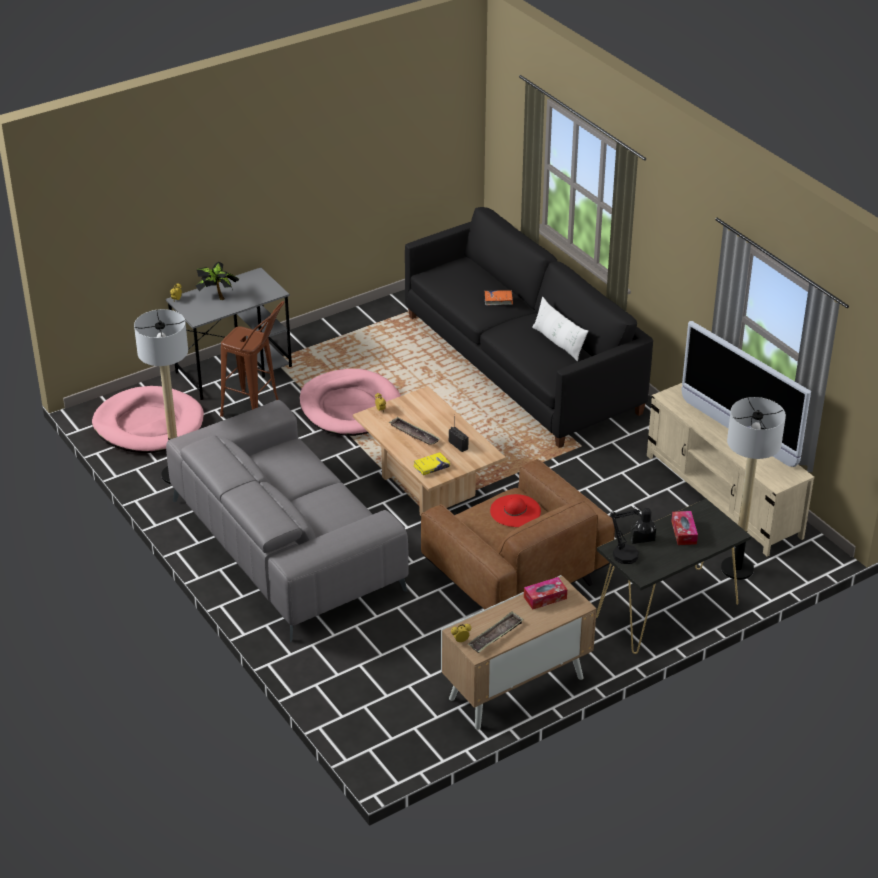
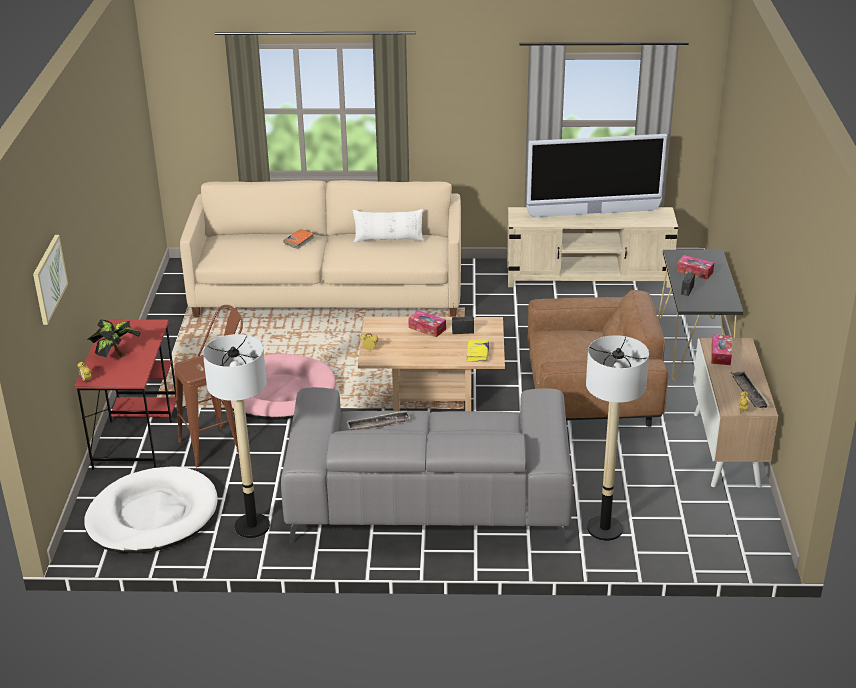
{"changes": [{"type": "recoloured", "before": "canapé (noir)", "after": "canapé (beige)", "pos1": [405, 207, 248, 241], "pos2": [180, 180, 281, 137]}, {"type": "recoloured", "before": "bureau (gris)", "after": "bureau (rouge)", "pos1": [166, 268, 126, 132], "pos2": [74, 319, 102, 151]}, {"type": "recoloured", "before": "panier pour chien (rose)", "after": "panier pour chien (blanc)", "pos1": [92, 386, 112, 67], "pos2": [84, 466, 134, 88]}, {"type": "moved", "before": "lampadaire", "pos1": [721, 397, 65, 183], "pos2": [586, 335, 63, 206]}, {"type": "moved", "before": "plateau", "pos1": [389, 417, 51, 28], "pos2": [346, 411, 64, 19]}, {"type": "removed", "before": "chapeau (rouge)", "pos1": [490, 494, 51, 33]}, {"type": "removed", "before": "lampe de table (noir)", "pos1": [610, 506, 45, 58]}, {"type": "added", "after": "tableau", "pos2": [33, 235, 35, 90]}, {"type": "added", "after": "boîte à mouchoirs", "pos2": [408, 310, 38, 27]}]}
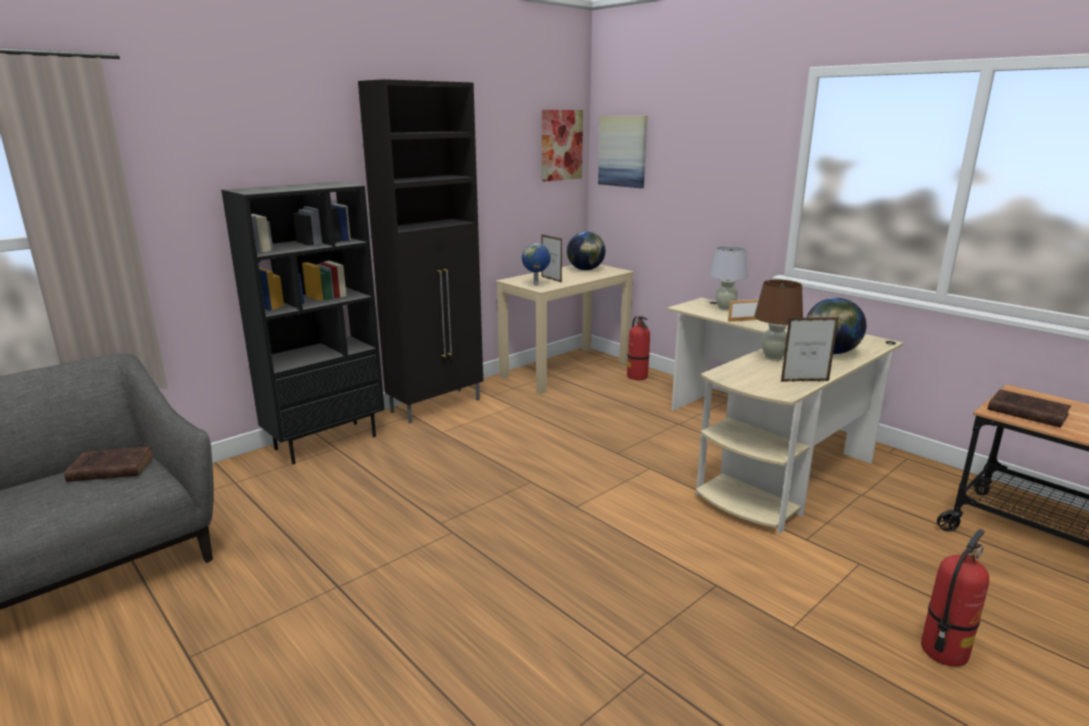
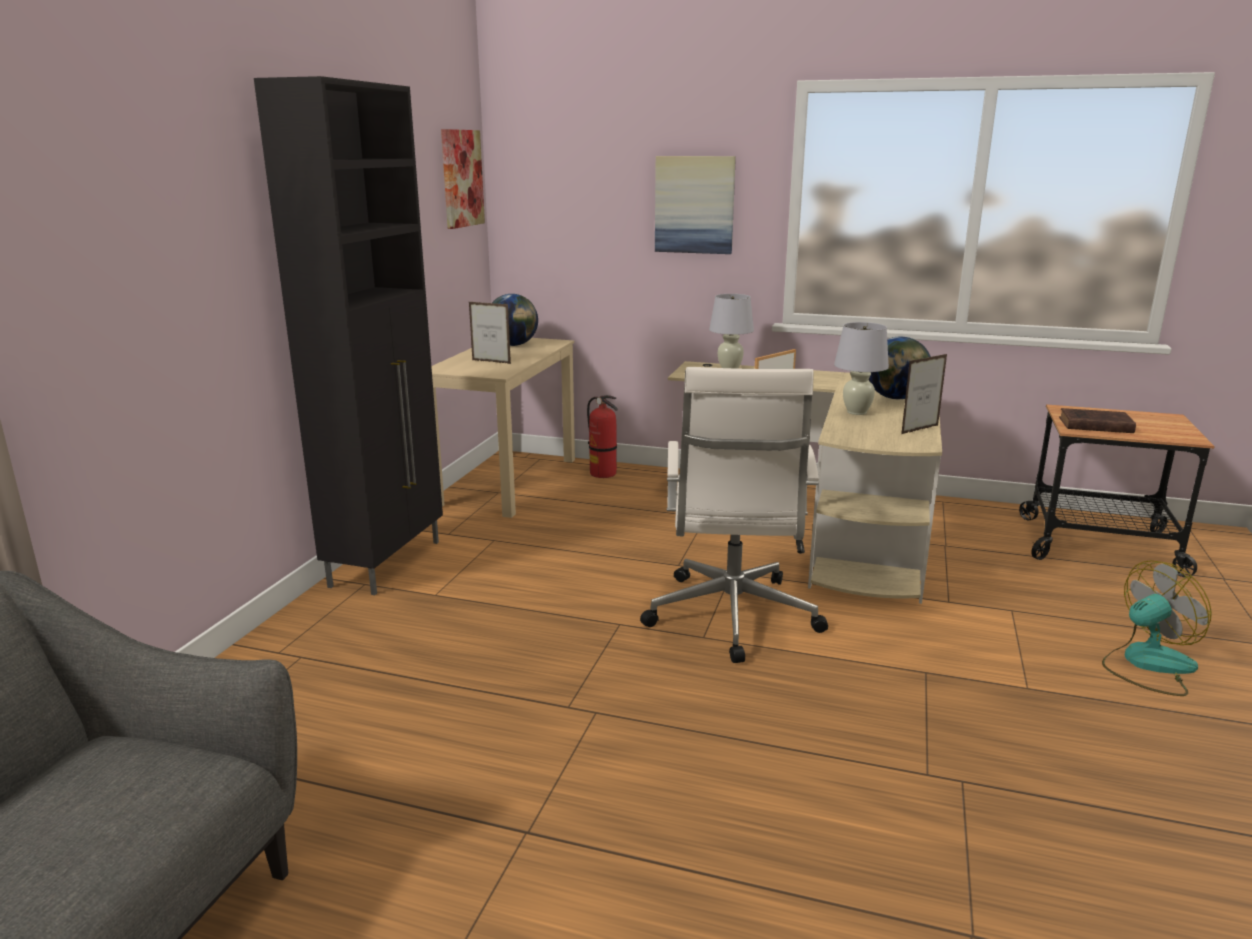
{"changes": [{"type": "moved", "before": "tableau", "pos1": [598, 115, 49, 73], "pos2": [655, 156, 81, 98]}, {"type": "removed", "before": "bibliothèque (noir)", "pos1": [221, 182, 164, 282]}, {"type": "removed", "before": "globe", "pos1": [522, 243, 29, 43]}, {"type": "recoloured", "before": "lampe de table (marron)", "after": "lampe de table (blanc)", "pos1": [754, 280, 49, 81], "pos2": [834, 322, 55, 93]}, {"type": "removed", "before": "livre (marron)", "pos1": [64, 446, 90, 36]}, {"type": "replaced", "before": "extincteur", "after": "ventilateur", "pos1": [921, 529, 68, 138], "pos2": [1102, 560, 110, 136]}, {"type": "added", "after": "chaise de bureau (blanc)", "pos2": [640, 367, 188, 296]}]}
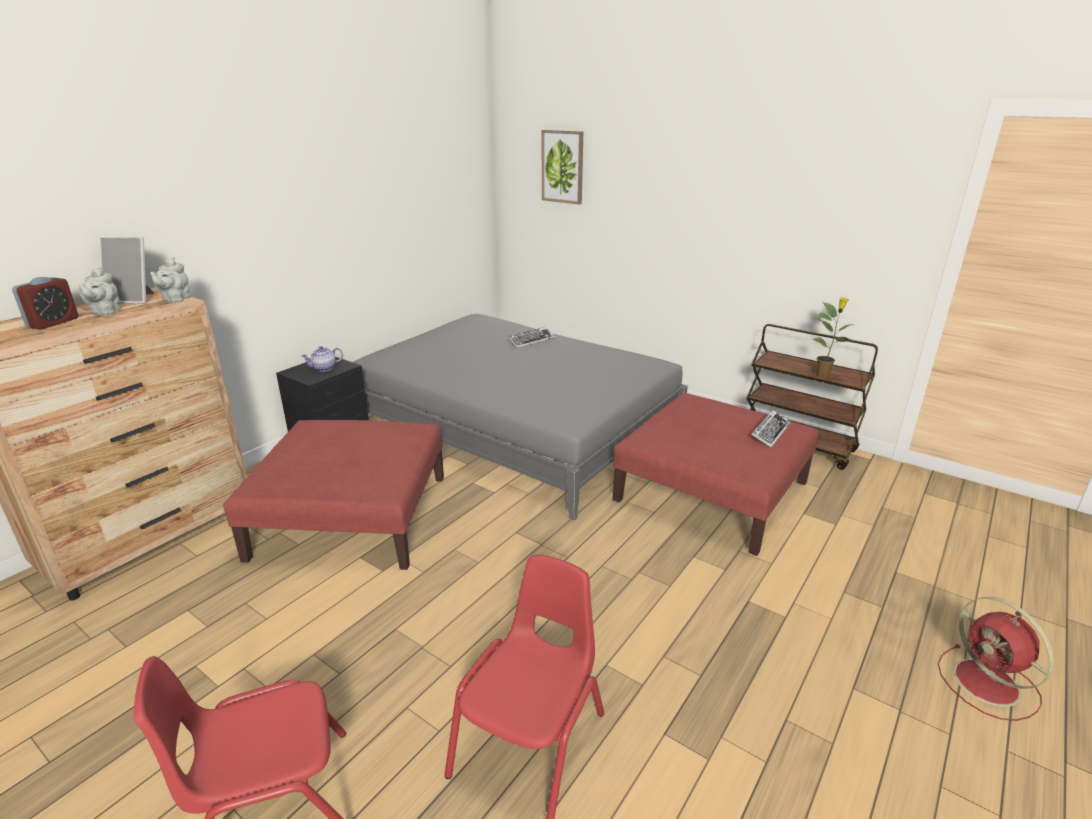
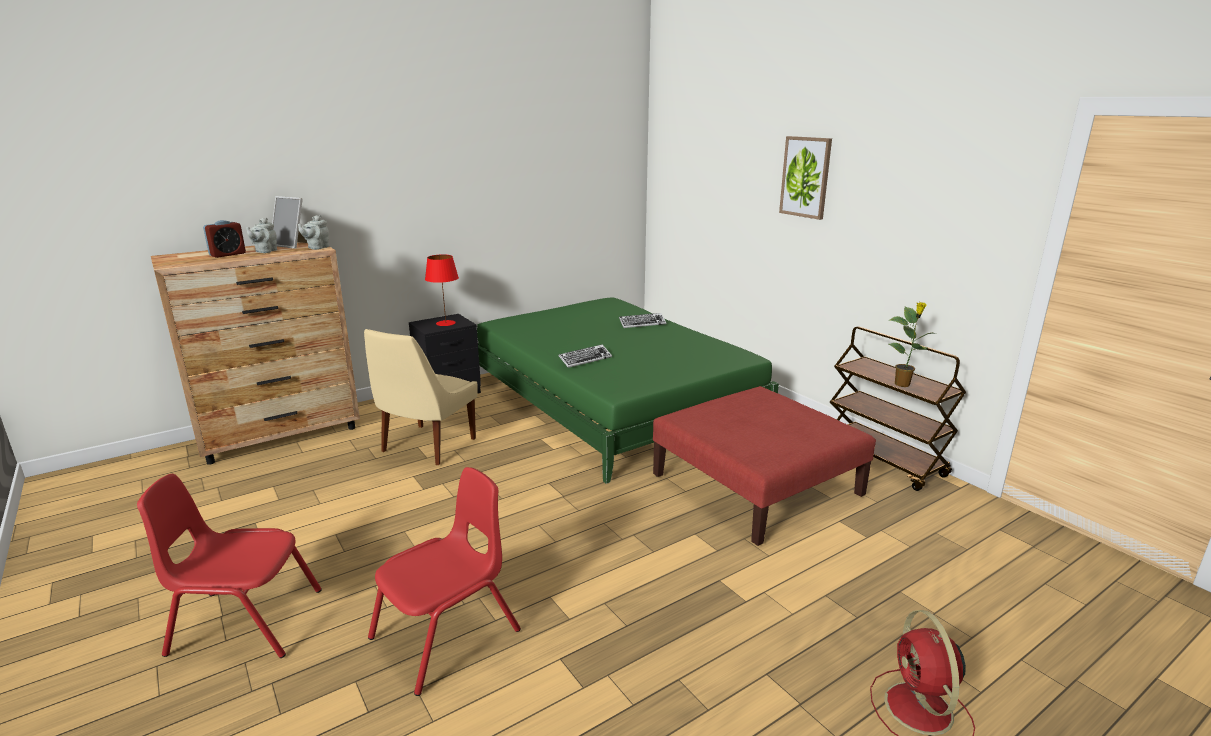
{"changes": [{"type": "moved", "before": "tableau", "pos1": [542, 130, 41, 75], "pos2": [779, 136, 53, 84]}, {"type": "recoloured", "before": "lit (gris)", "after": "lit (vert)", "pos1": [353, 314, 335, 207], "pos2": [477, 298, 302, 186]}, {"type": "replaced", "before": "théière", "after": "lampe de table (rouge)", "pos1": [301, 346, 42, 25], "pos2": [425, 254, 34, 72]}, {"type": "moved", "before": "clavier", "pos1": [751, 410, 39, 37], "pos2": [558, 344, 54, 24]}, {"type": "replaced", "before": "pouf (rouge)", "after": "chaise (beige)", "pos1": [223, 420, 221, 150], "pos2": [364, 329, 114, 136]}]}
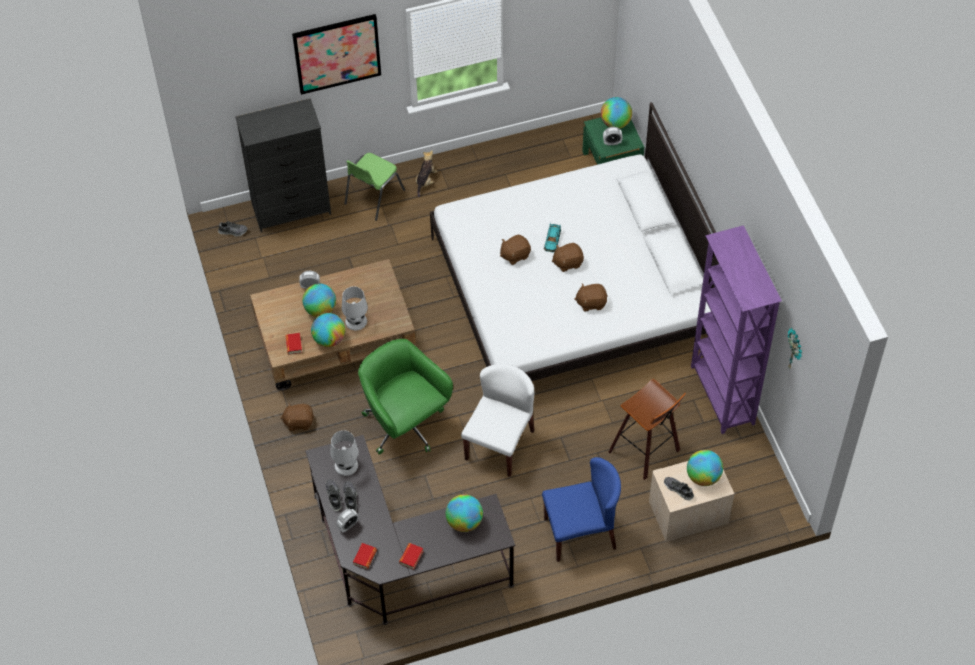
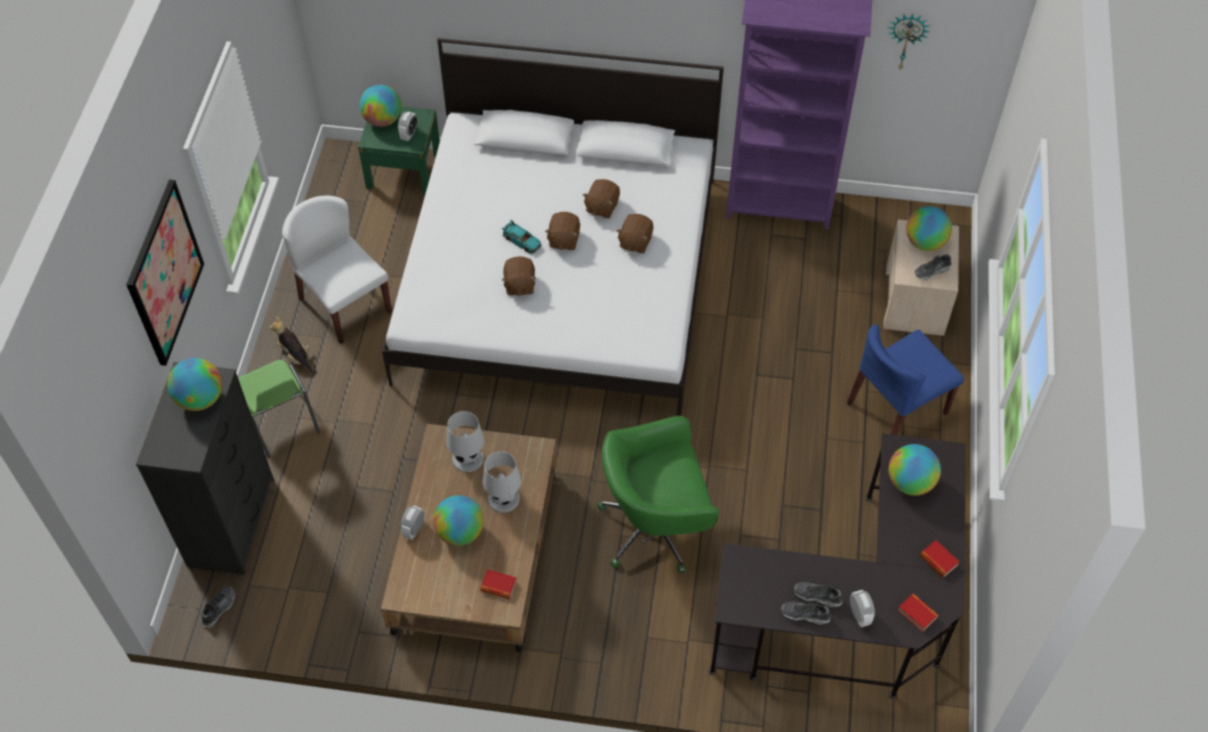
{"changes": [{"type": "moved", "before": "globe", "pos1": [311, 313, 34, 34], "pos2": [167, 358, 55, 53]}, {"type": "moved", "before": "chaise (blanc)", "pos1": [461, 364, 73, 113], "pos2": [282, 196, 110, 148]}, {"type": "removed", "before": "tabouret", "pos1": [608, 379, 78, 101]}, {"type": "moved", "before": "peluche (marron)", "pos1": [280, 403, 34, 28], "pos2": [583, 179, 37, 39]}, {"type": "moved", "before": "lampe de table (blanc)", "pos1": [330, 430, 29, 46], "pos2": [447, 411, 37, 61]}, {"type": "turned", "before": "chaise (bleu)", "pos1": [542, 457, 79, 105], "pos2": [847, 324, 117, 111], "turn": -135}]}
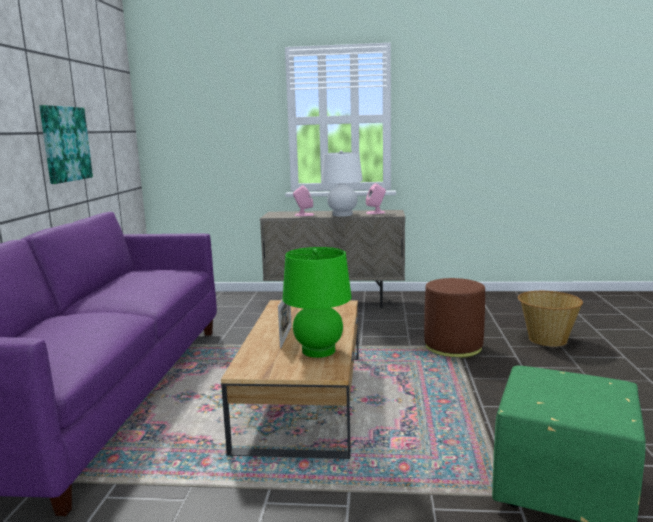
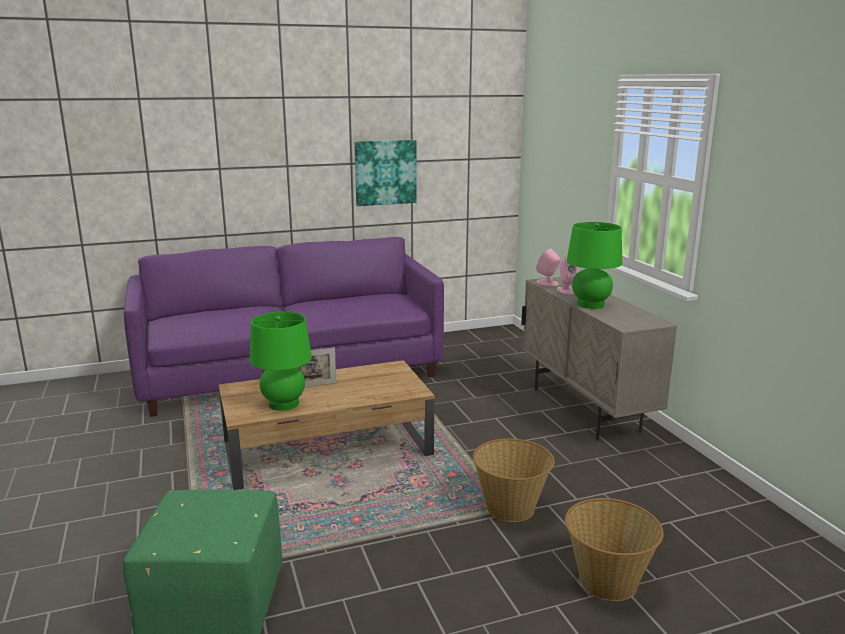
{"changes": [{"type": "recoloured", "before": "lampe de table (blanc)", "after": "lampe de table (vert)", "pos1": [321, 151, 42, 66], "pos2": [567, 222, 55, 87]}, {"type": "moved", "before": "enceinte (rose)", "pos1": [366, 183, 20, 31], "pos2": [536, 249, 24, 37]}, {"type": "replaced", "before": "pouf (marron)", "after": "panier", "pos1": [424, 278, 61, 80], "pos2": [473, 438, 82, 84]}]}
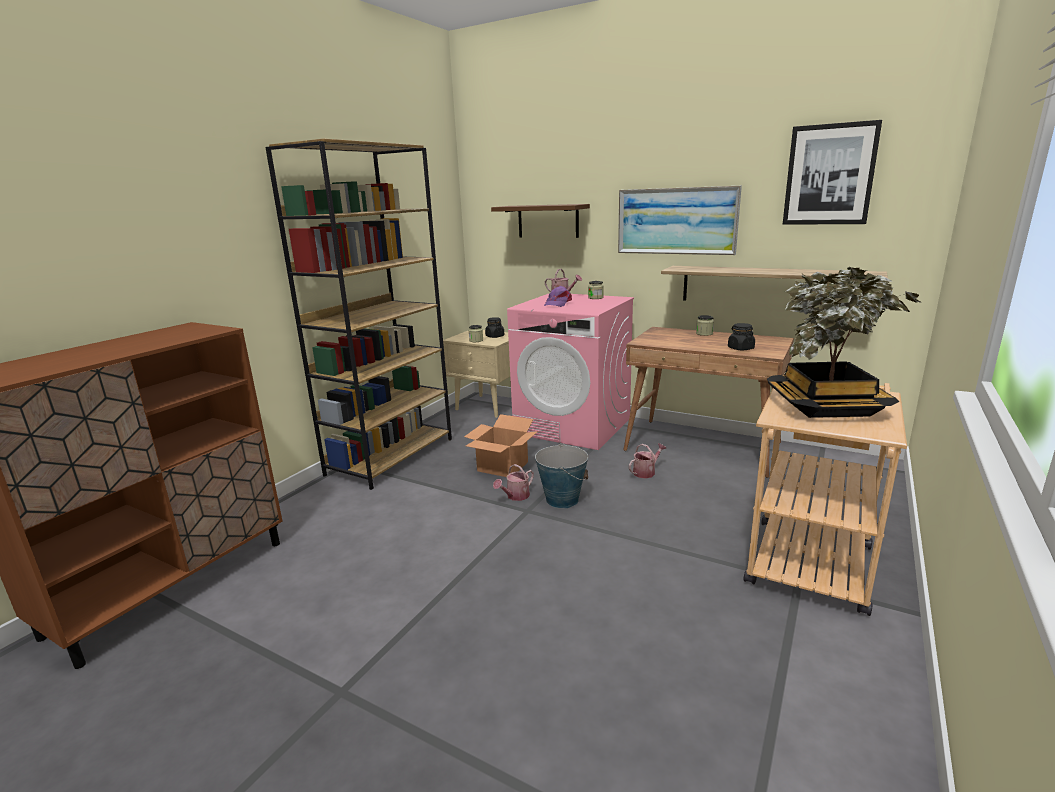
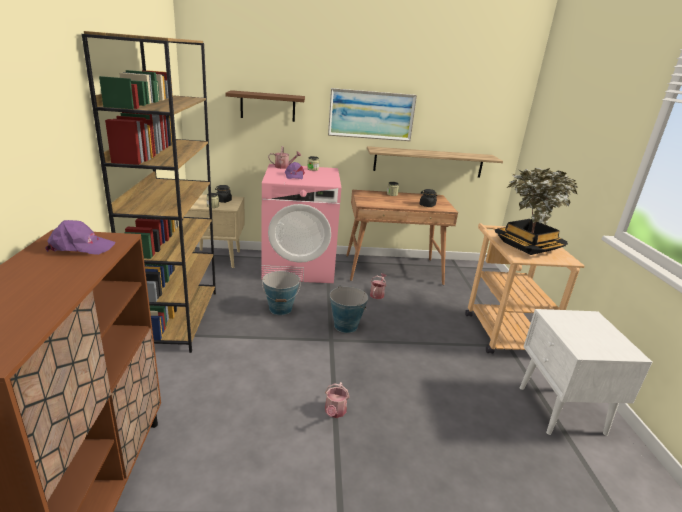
{"changes": [{"type": "removed", "before": "tableau", "pos1": [783, 120, 99, 105]}, {"type": "replaced", "before": "carton", "after": "seau", "pos1": [464, 414, 74, 63], "pos2": [262, 271, 39, 44]}, {"type": "moved", "before": "arrosoir", "pos1": [493, 464, 41, 37], "pos2": [325, 382, 24, 36]}, {"type": "added", "after": "casquette (violet)", "pos2": [46, 220, 70, 35]}, {"type": "added", "after": "table de chevet (blanc)", "pos2": [520, 309, 132, 127]}]}
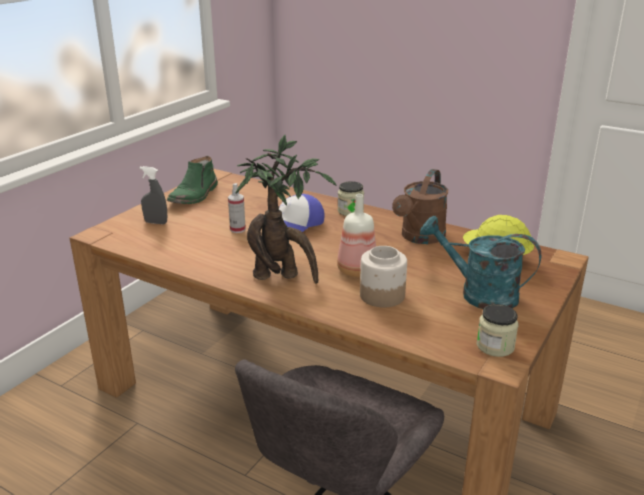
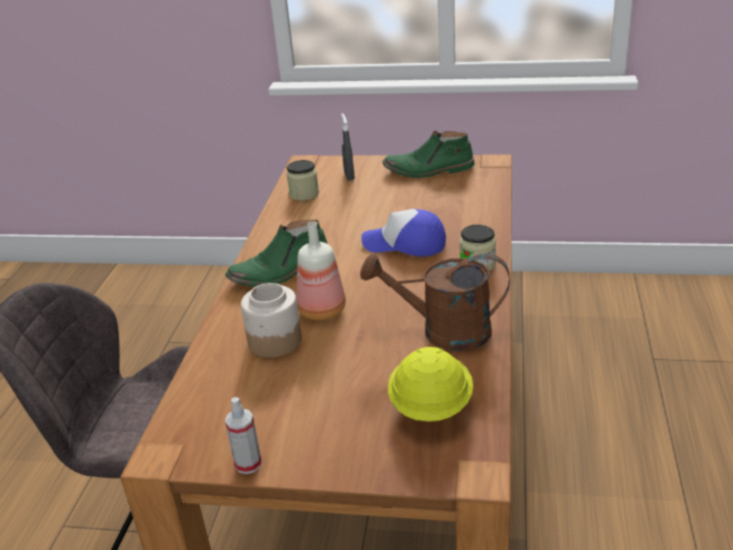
{"changes": [{"type": "replaced", "before": "plante en pot", "after": "botte (vert)", "pos1": [235, 135, 102, 149], "pos2": [225, 220, 102, 67]}, {"type": "moved", "before": "vaporisateur", "pos1": [228, 183, 18, 50], "pos2": [225, 397, 37, 77]}, {"type": "removed", "before": "arrosoir (turquoise)", "pos1": [420, 216, 121, 93]}, {"type": "moved", "before": "bocal", "pos1": [477, 304, 41, 53], "pos2": [287, 160, 32, 41]}]}
